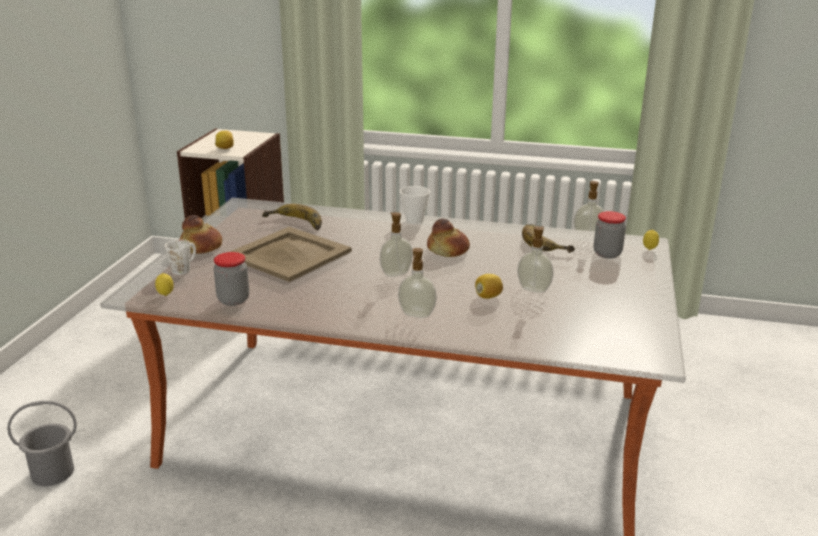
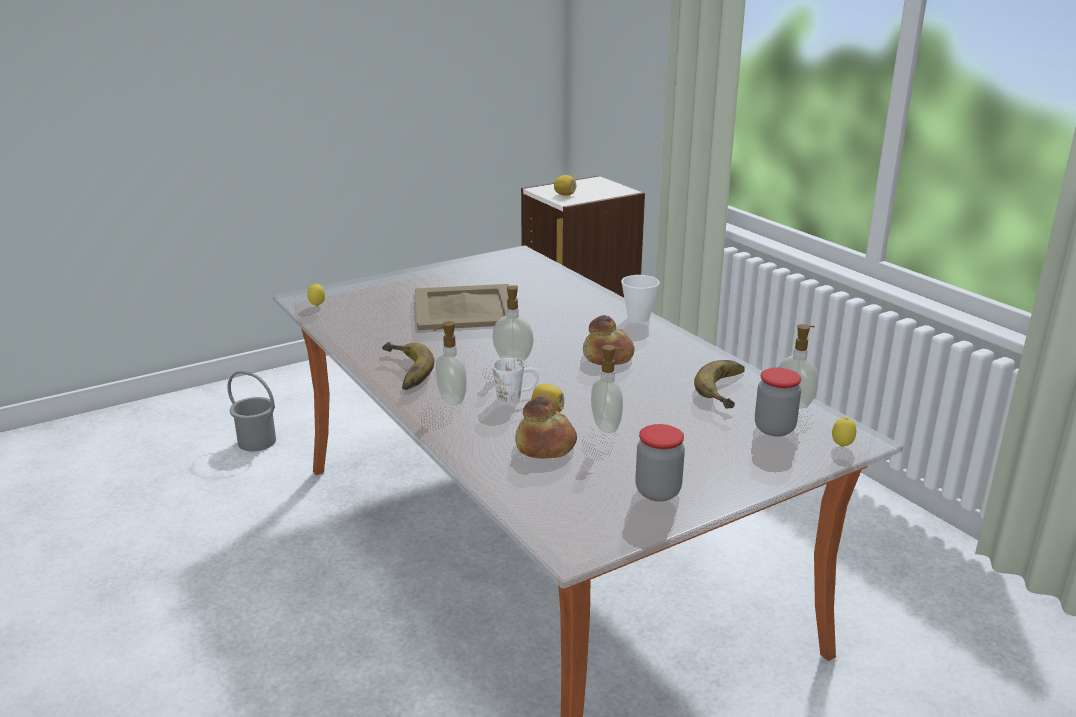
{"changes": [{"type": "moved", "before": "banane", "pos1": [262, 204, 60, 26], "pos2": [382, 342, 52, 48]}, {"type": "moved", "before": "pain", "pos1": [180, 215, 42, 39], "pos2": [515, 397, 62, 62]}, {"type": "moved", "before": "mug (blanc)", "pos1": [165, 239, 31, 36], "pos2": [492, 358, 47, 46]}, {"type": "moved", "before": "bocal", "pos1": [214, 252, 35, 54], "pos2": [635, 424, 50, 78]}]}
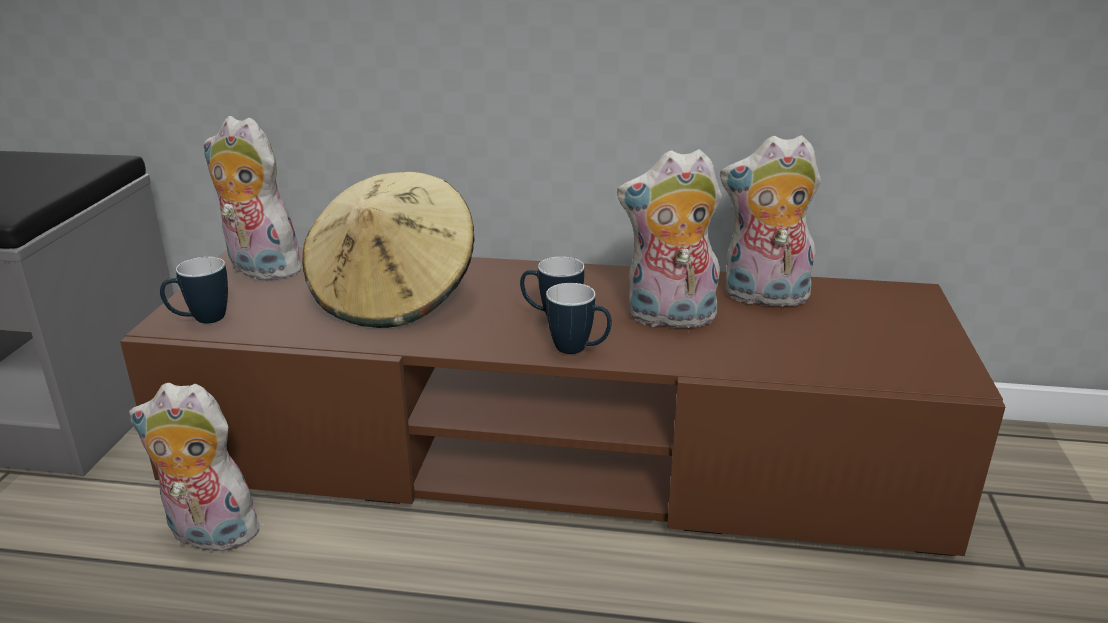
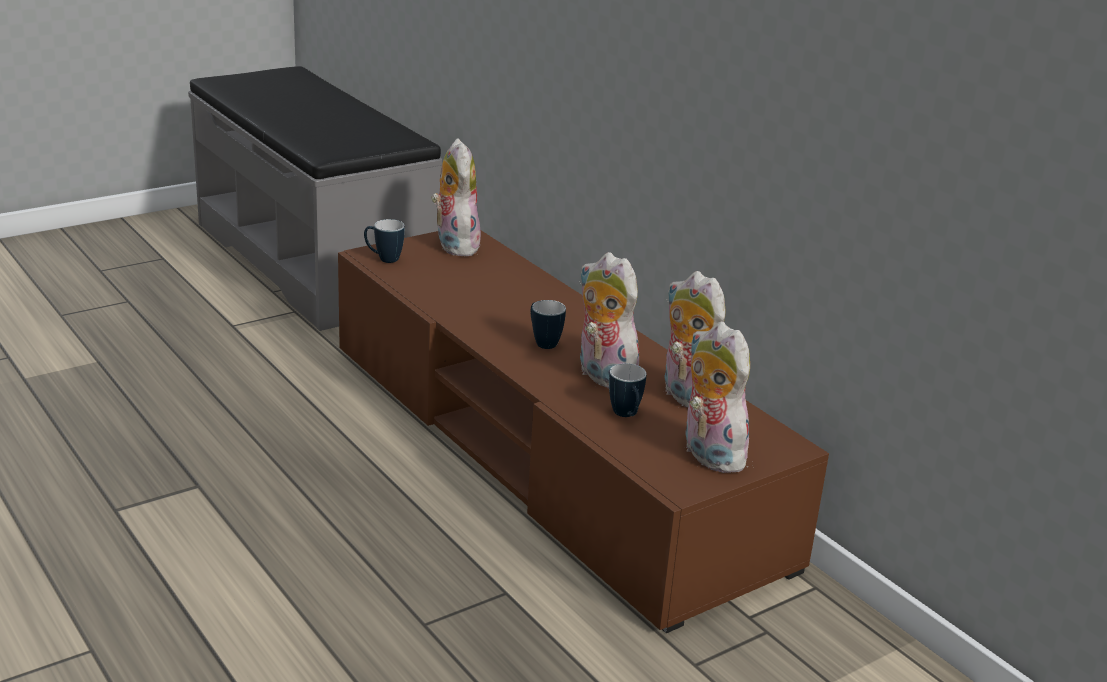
{"changes": [{"type": "removed", "before": "chapeau (beige)", "pos1": [302, 172, 173, 156]}, {"type": "moved", "before": "mug", "pos1": [546, 283, 66, 71], "pos2": [609, 363, 37, 54]}, {"type": "moved", "before": "peluche", "pos1": [129, 383, 139, 170], "pos2": [684, 321, 70, 152]}]}
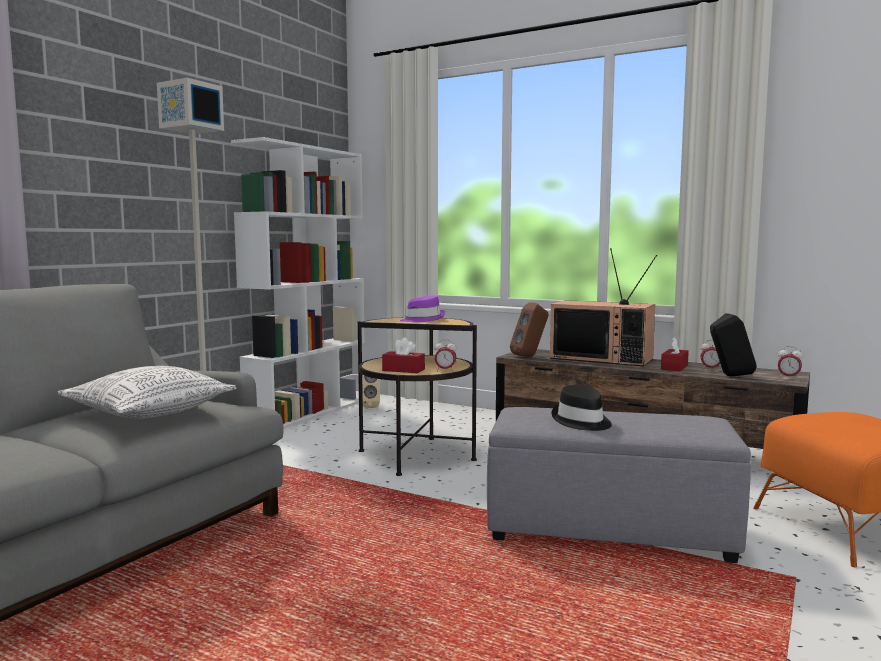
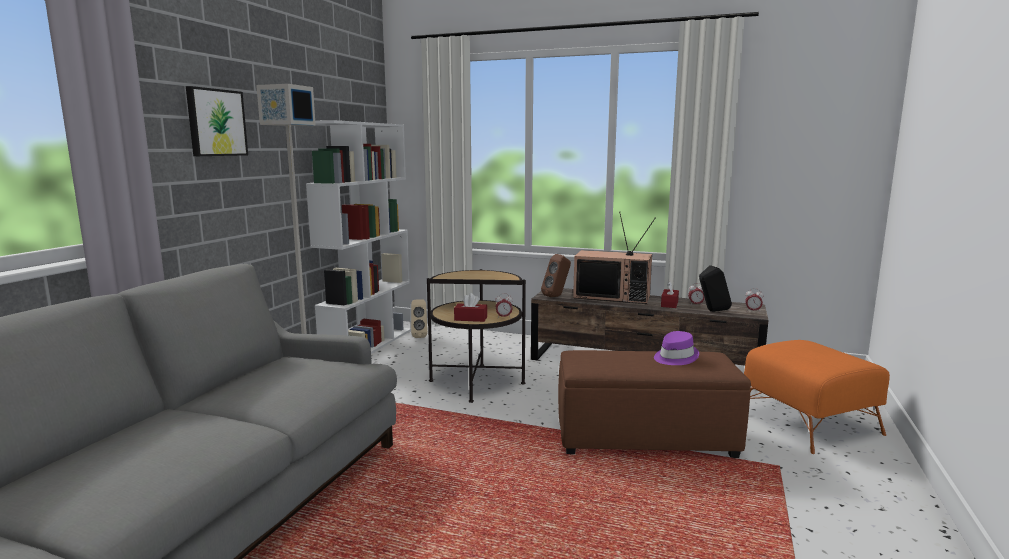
{"changes": [{"type": "moved", "before": "chapeau (violet)", "pos1": [400, 296, 45, 26], "pos2": [654, 331, 45, 34]}, {"type": "removed", "before": "coussin", "pos1": [57, 366, 180, 53]}, {"type": "removed", "before": "chapeau (noir)", "pos1": [551, 384, 61, 47]}, {"type": "recoloured", "before": "pouf (gris)", "after": "pouf (marron)", "pos1": [487, 407, 264, 156], "pos2": [558, 350, 193, 108]}, {"type": "added", "after": "tableau", "pos2": [186, 86, 62, 70]}]}
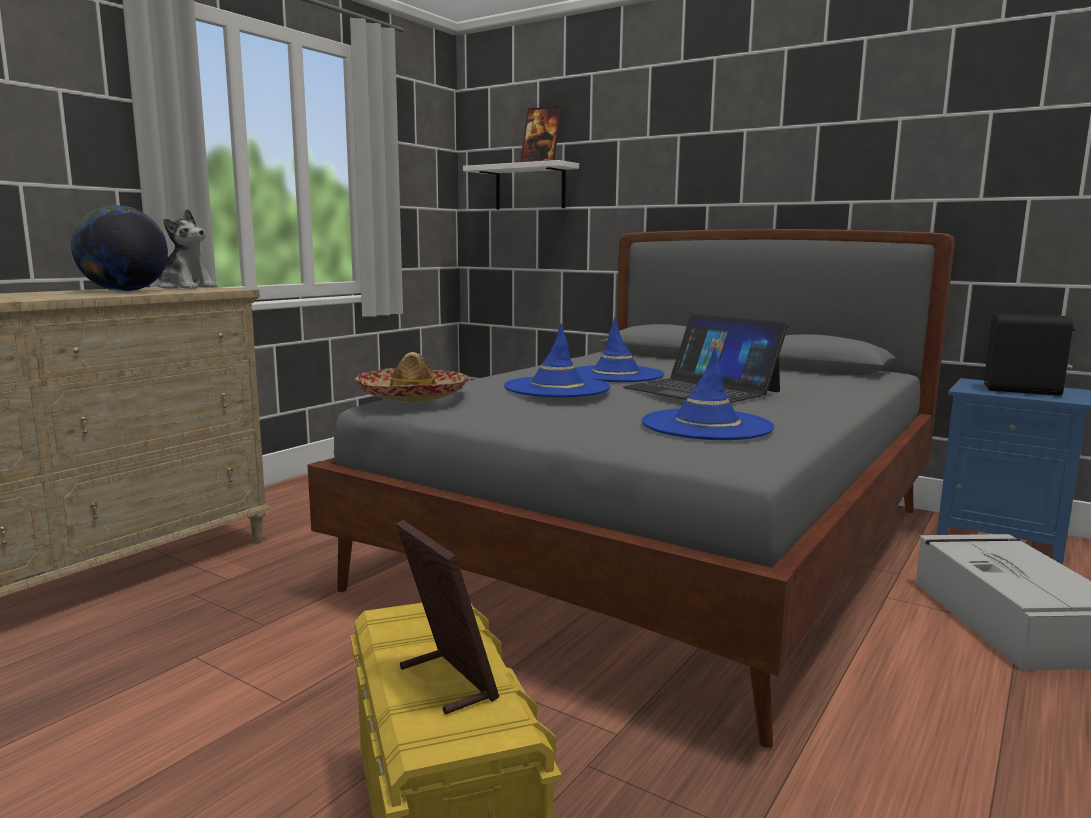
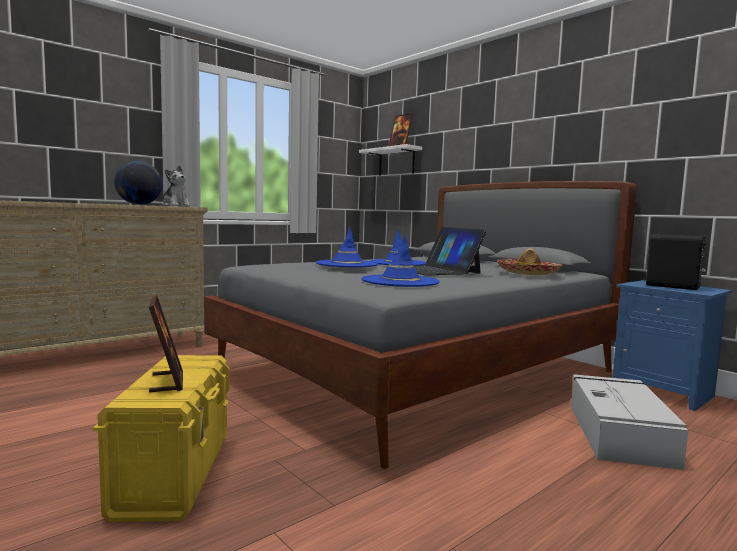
{"changes": [{"type": "moved", "before": "chapeau", "pos1": [355, 352, 114, 50], "pos2": [497, 248, 66, 27]}]}
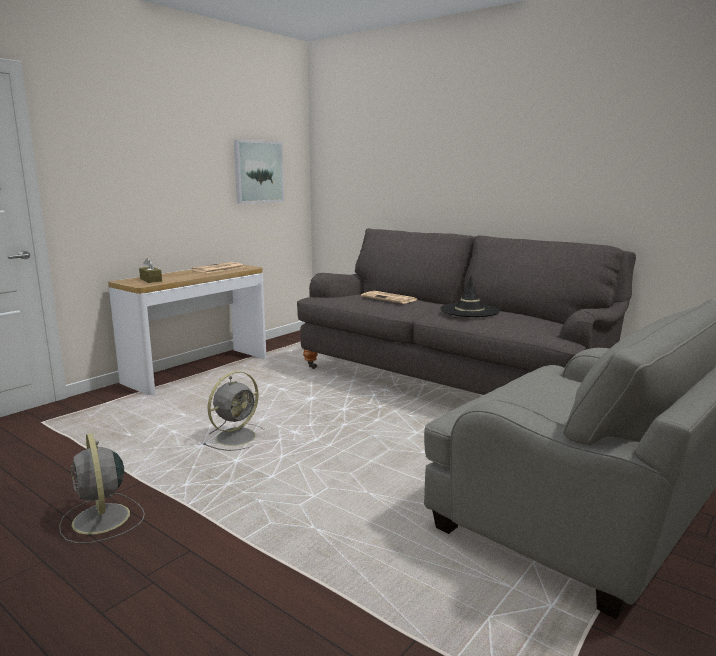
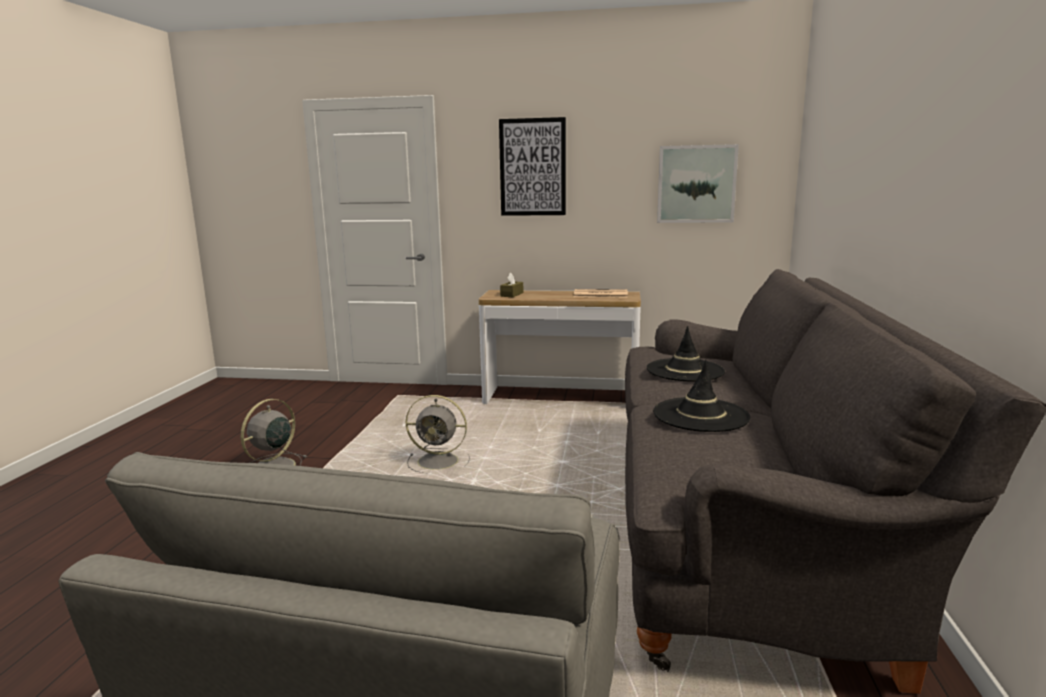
{"changes": [{"type": "replaced", "before": "journal", "after": "chapeau (noir)", "pos1": [361, 291, 56, 13], "pos2": [647, 326, 78, 55]}, {"type": "added", "after": "tableau", "pos2": [499, 117, 67, 99]}]}
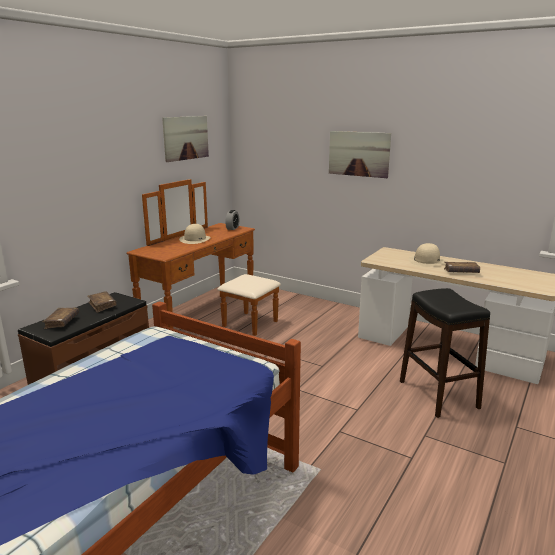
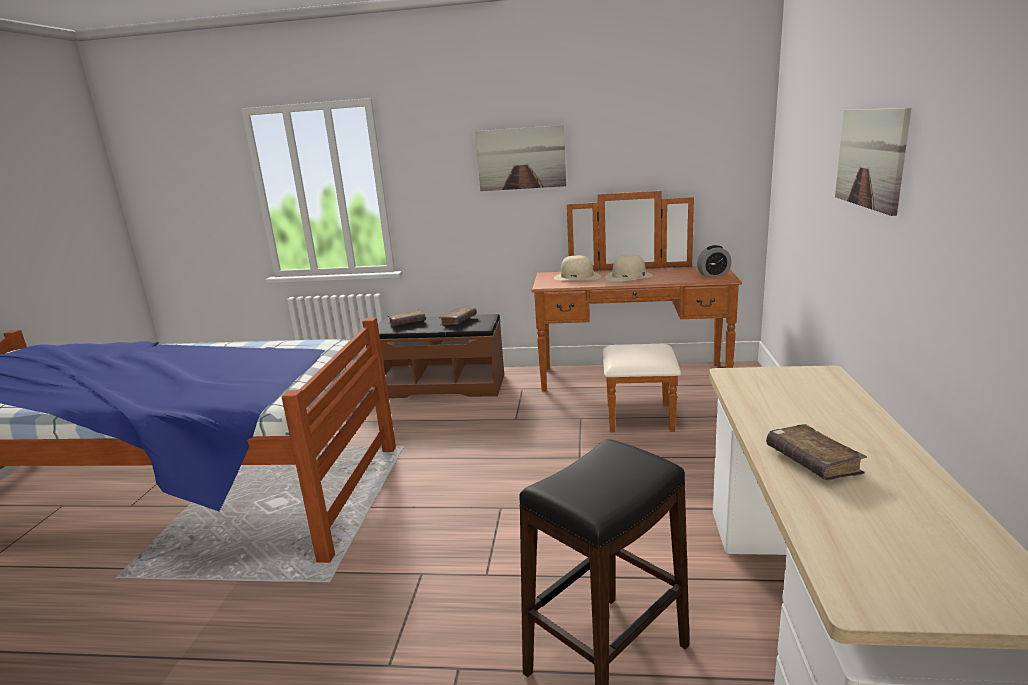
{"changes": [{"type": "moved", "before": "tableau", "pos1": [162, 116, 47, 46], "pos2": [475, 125, 91, 66]}, {"type": "moved", "before": "chapeau (beige)", "pos1": [408, 243, 38, 24], "pos2": [554, 255, 47, 25]}]}
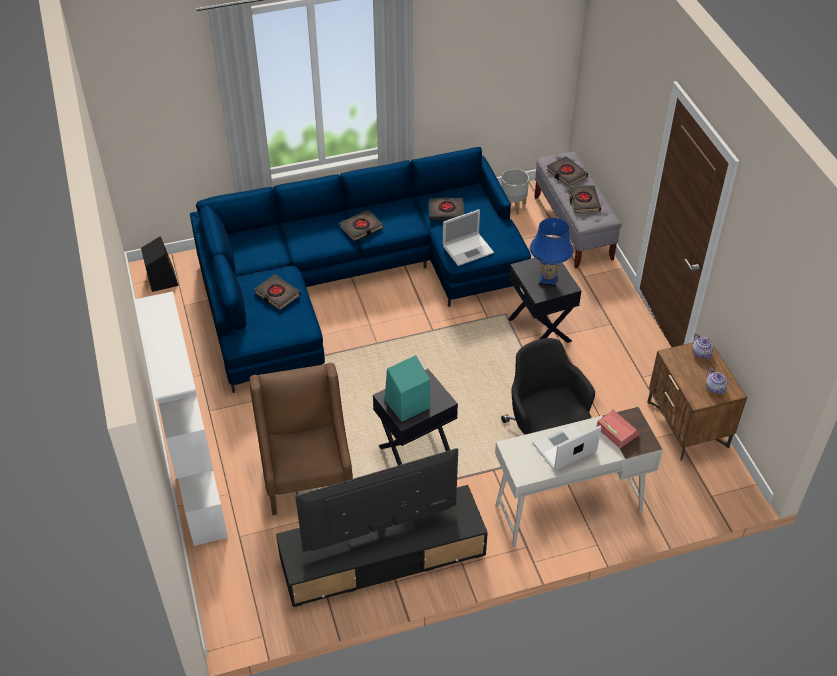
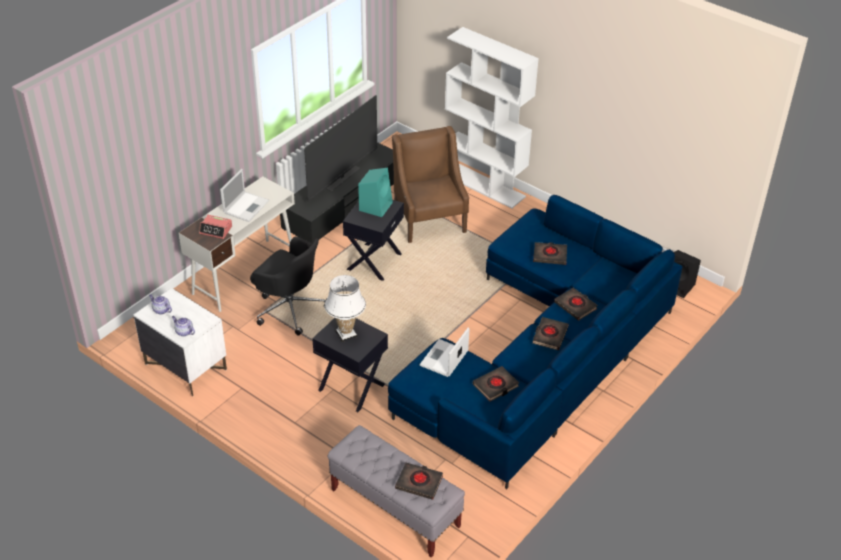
{"changes": [{"type": "removed", "before": "cache-pot (gris)", "pos1": [501, 169, 28, 46]}, {"type": "moved", "before": "livre (noir)", "pos1": [568, 185, 33, 28], "pos2": [554, 288, 44, 33]}, {"type": "recoloured", "before": "lampe de table (bleu)", "after": "lampe de table (blanc)", "pos1": [530, 218, 43, 69], "pos2": [324, 275, 42, 67]}, {"type": "recoloured", "before": "table de chevet (marron)", "after": "table de chevet (blanc)", "pos1": [647, 339, 100, 122], "pos2": [133, 288, 94, 108]}, {"type": "turned", "before": "fauteuil (marron)", "pos1": [249, 363, 104, 152], "pos2": [392, 126, 77, 117], "turn": -150}]}
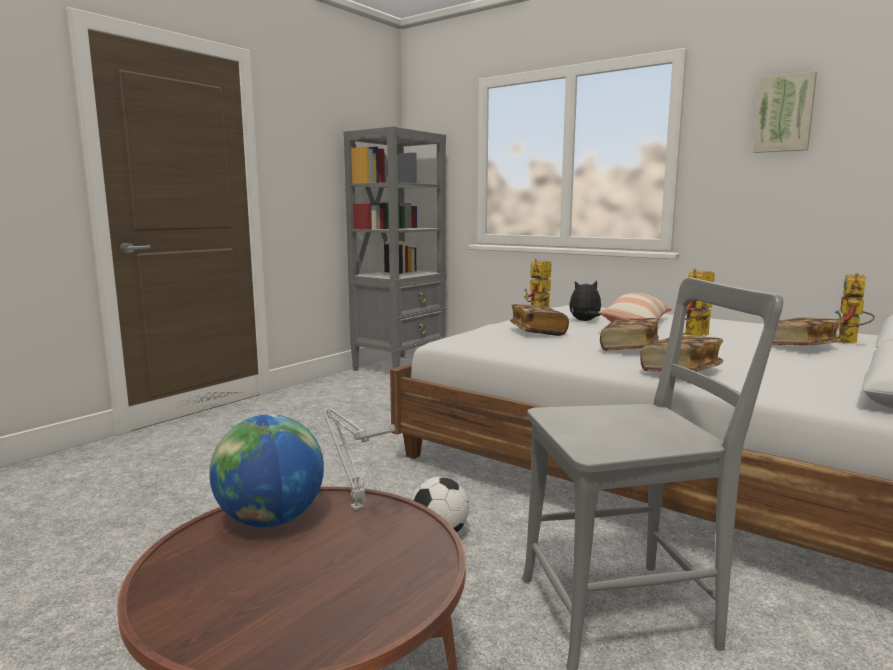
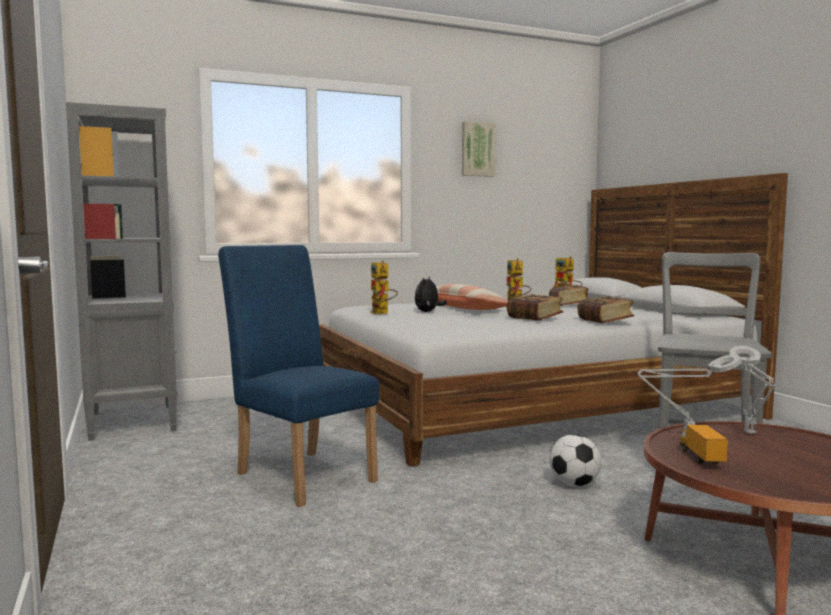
{"changes": [{"type": "removed", "before": "livre", "pos1": [510, 304, 59, 32]}, {"type": "replaced", "before": "globe", "after": "camion jouet", "pos1": [210, 414, 114, 113], "pos2": [680, 425, 48, 39]}, {"type": "added", "after": "chaise (bleu)", "pos2": [218, 245, 161, 262]}, {"type": "added", "after": "lampe de table (gris)", "pos2": [729, 346, 47, 88]}]}
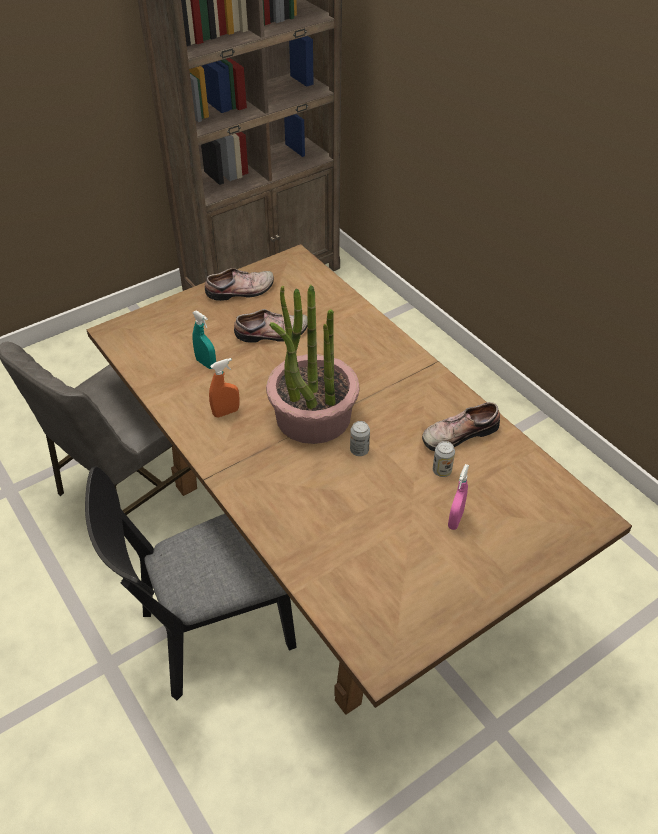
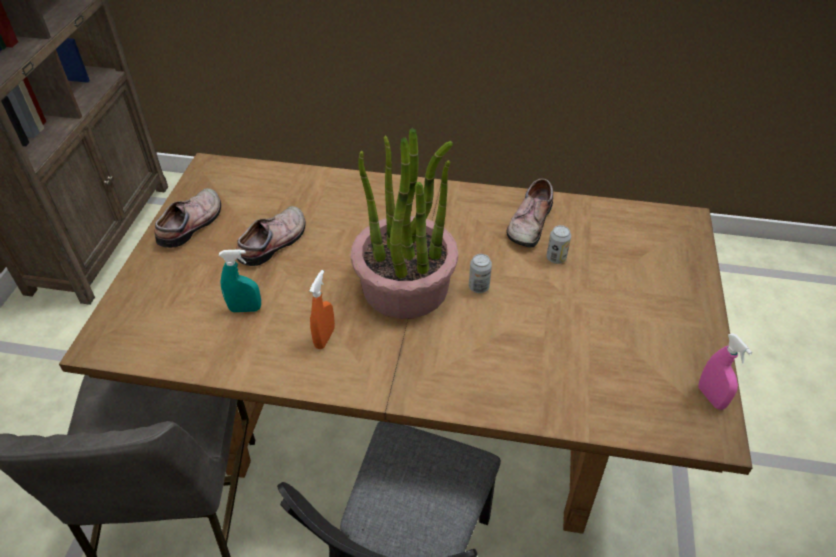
{"changes": [{"type": "moved", "before": "vaporisateur (rose)", "pos1": [448, 464, 21, 66], "pos2": [698, 333, 54, 77]}]}
